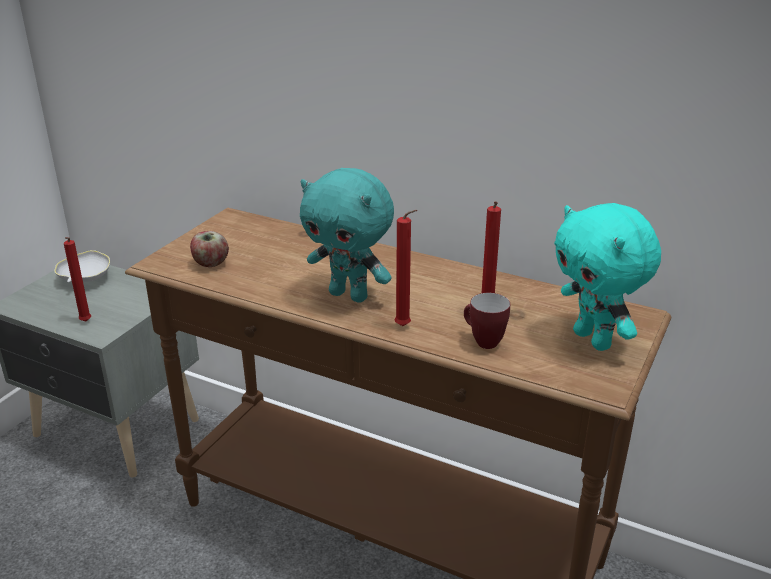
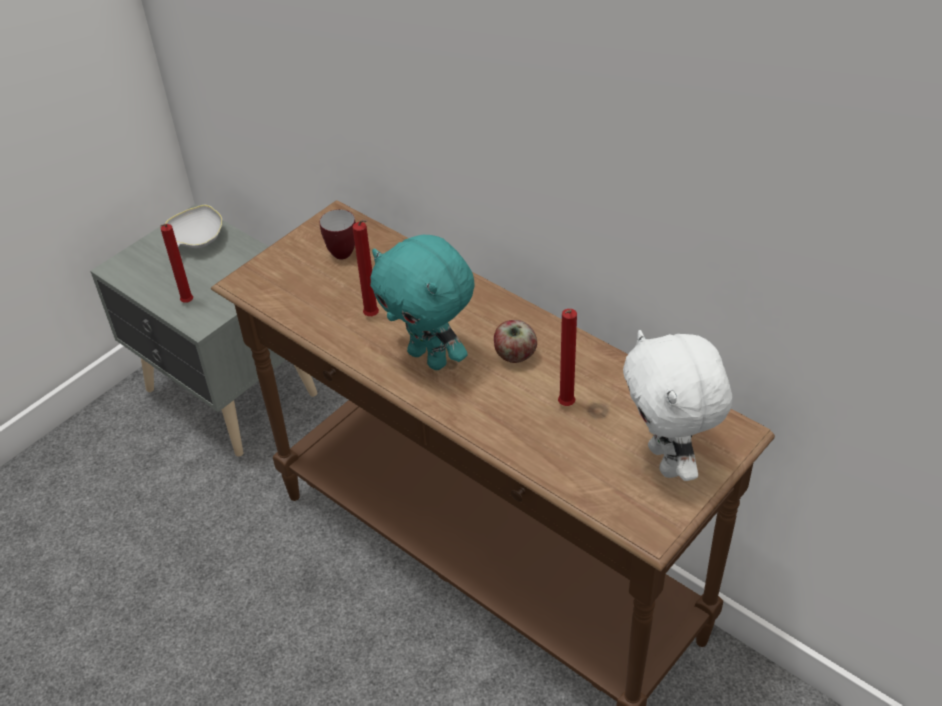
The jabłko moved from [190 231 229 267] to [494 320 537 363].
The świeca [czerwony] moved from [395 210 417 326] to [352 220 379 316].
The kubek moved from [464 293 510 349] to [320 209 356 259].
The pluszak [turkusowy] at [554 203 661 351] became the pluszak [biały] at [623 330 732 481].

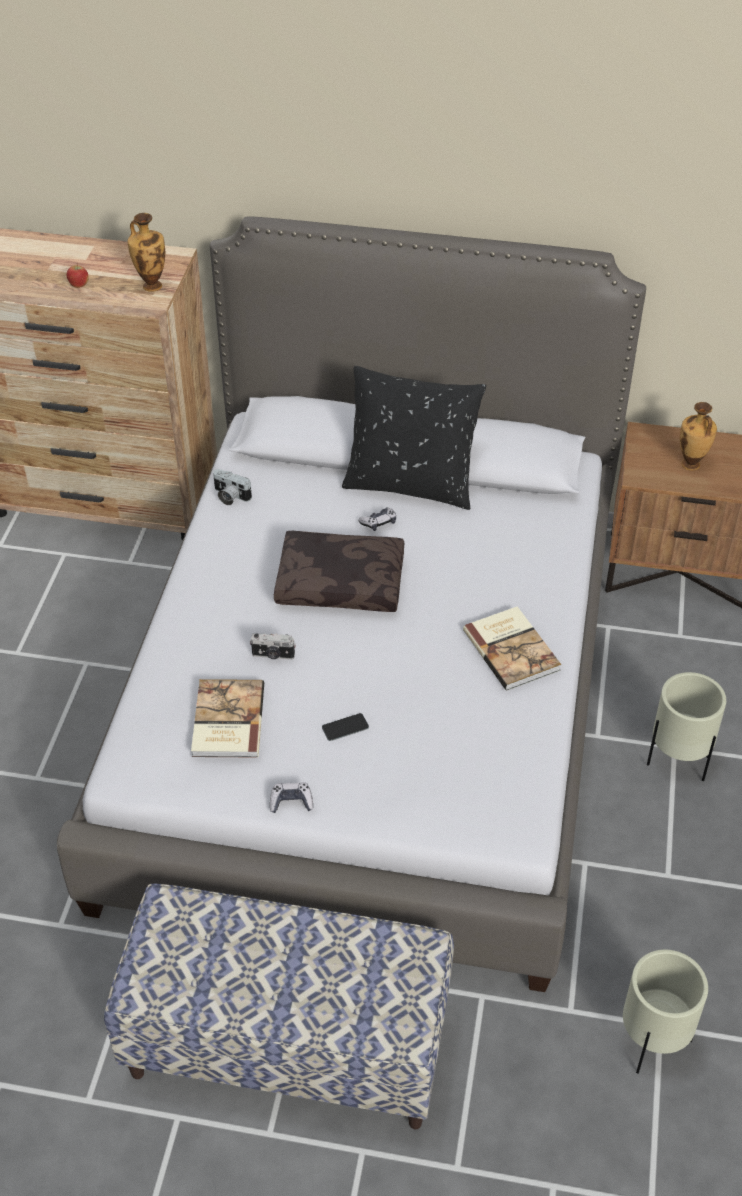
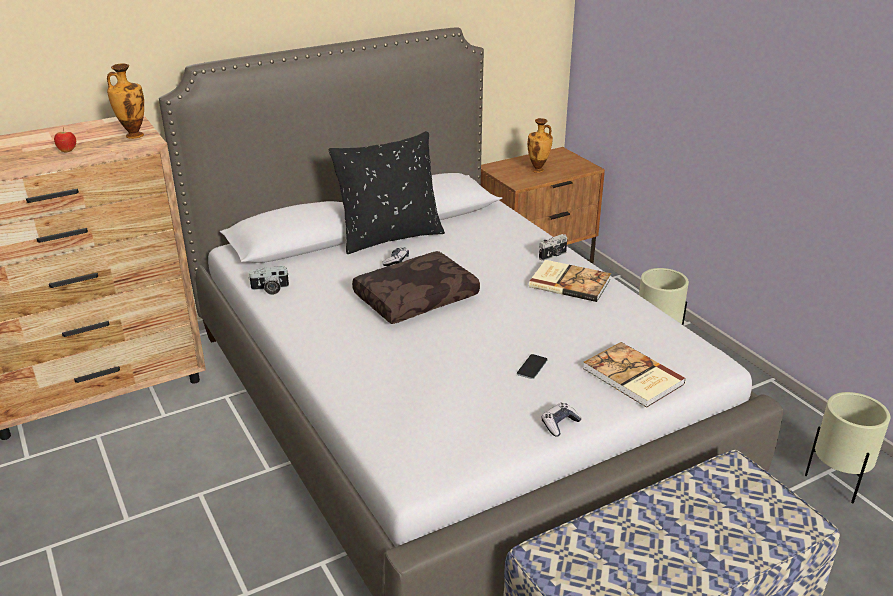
The książka moved from [191 679 264 758] to [583 342 686 408].
The aparat fotograficzny moved from [250 633 296 660] to [539 234 567 261].

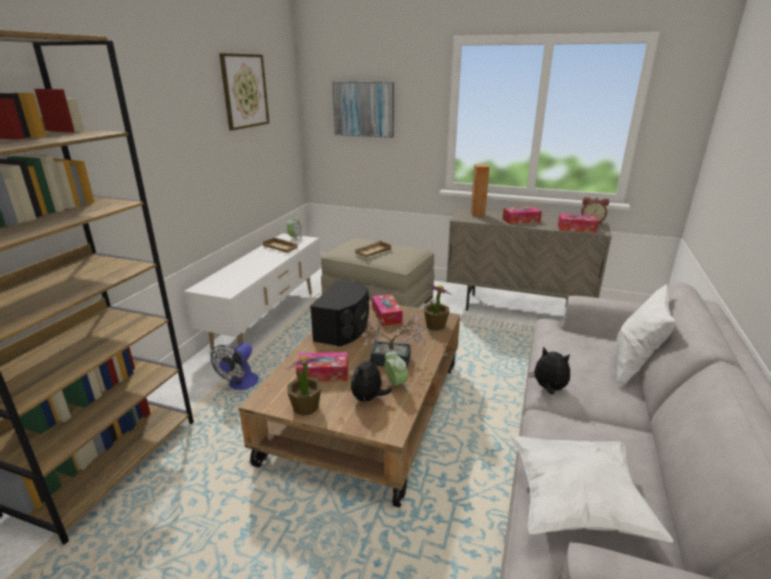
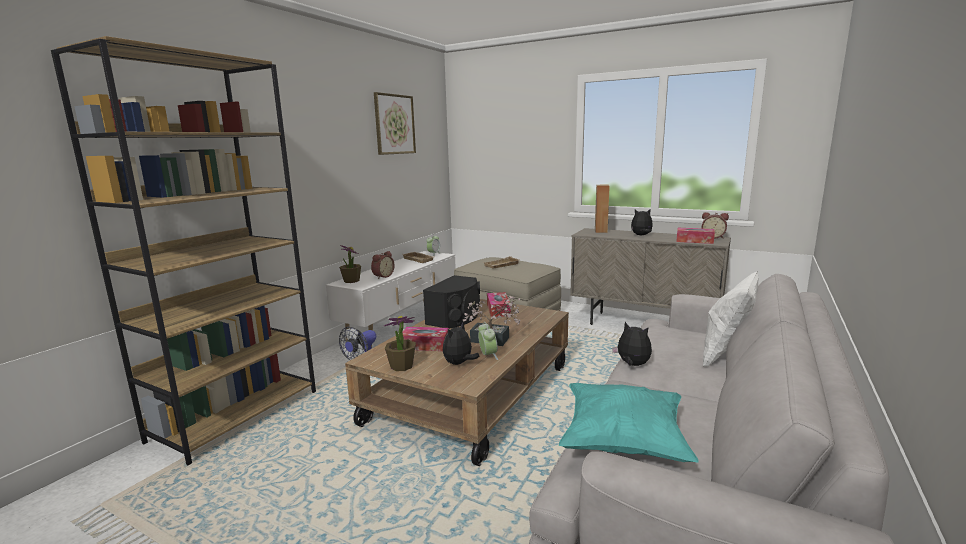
The obraz at [332 81 394 138] disappeared.
The budzik at [371 251 395 279] appeared.
The roślina doniczkowa moved from [424 284 450 331] to [339 245 361 283].
The pudełko chusteczek at [503 207 542 224] was replaced by the pluszak at [631 209 653 235].
The poduszka [biały] at [509 435 674 542] became the poduszka [turkusowy] at [559 383 699 463].

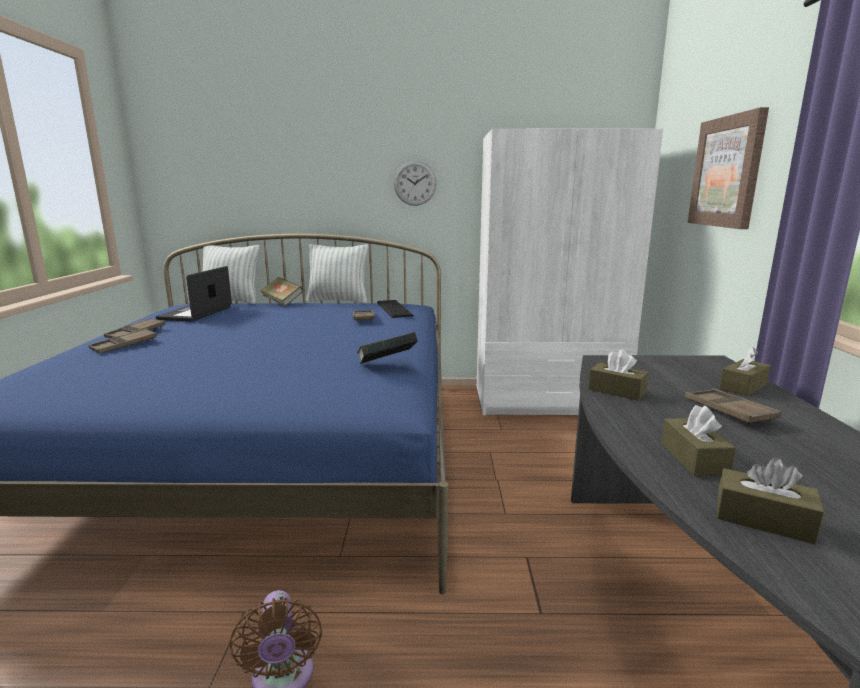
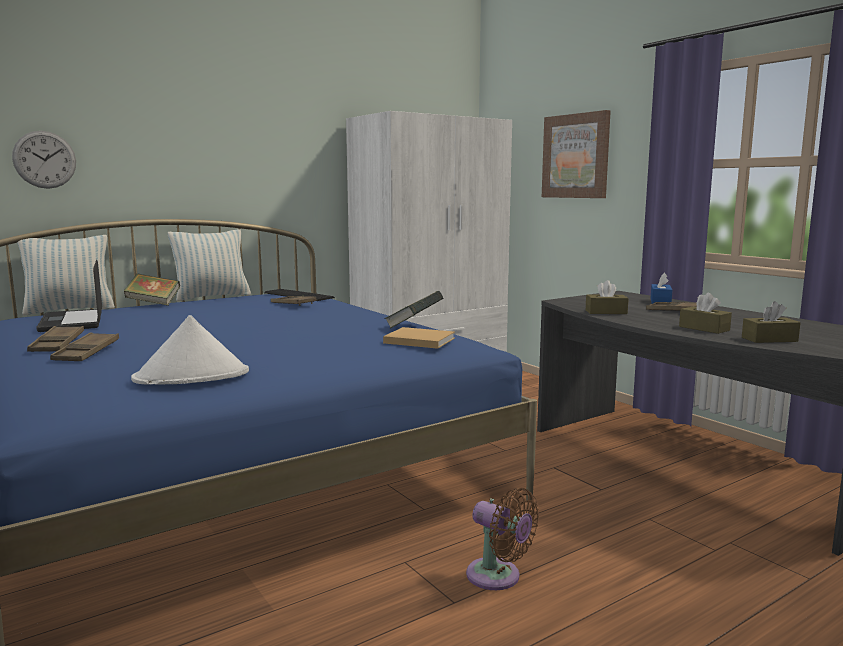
The kapelusz [biały] at [131 315 249 385] appeared.
The książka [beżowy] at [383 327 455 349] appeared.
The zegar ścienny moved from [394 161 437 206] to [12 131 76 189].
The pudełko chusteczek [brązowy] at [719 347 771 396] became the pudełko chusteczek [niebieski] at [651 273 672 304].

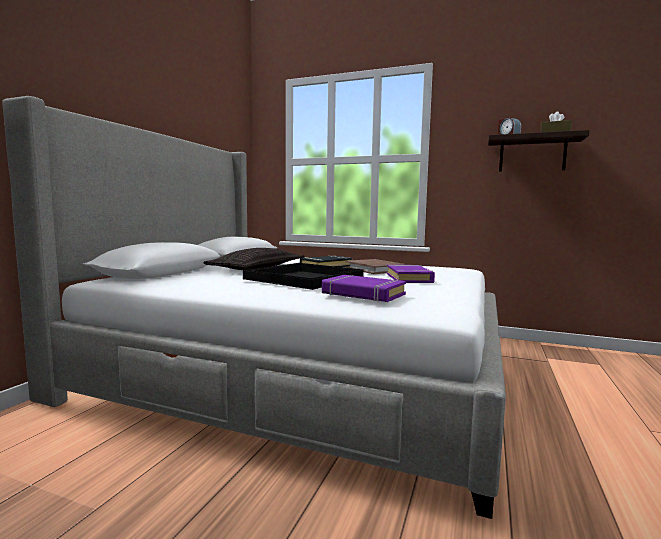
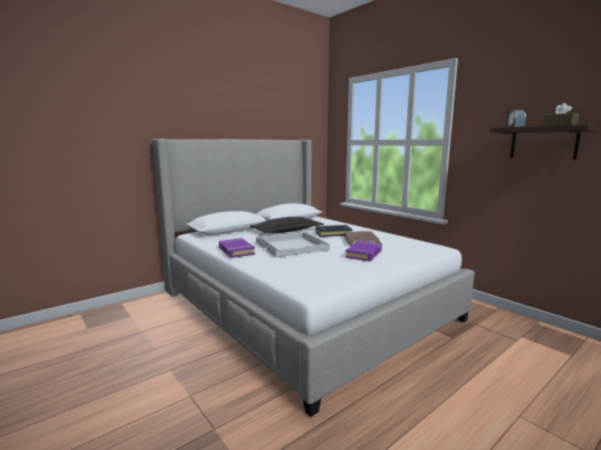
The książka [fioletowy] moved from [322 275 406 302] to [219 238 255 258].
The taca [czarny] at [243 263 364 290] became the taca [biały] at [256 232 330 257].

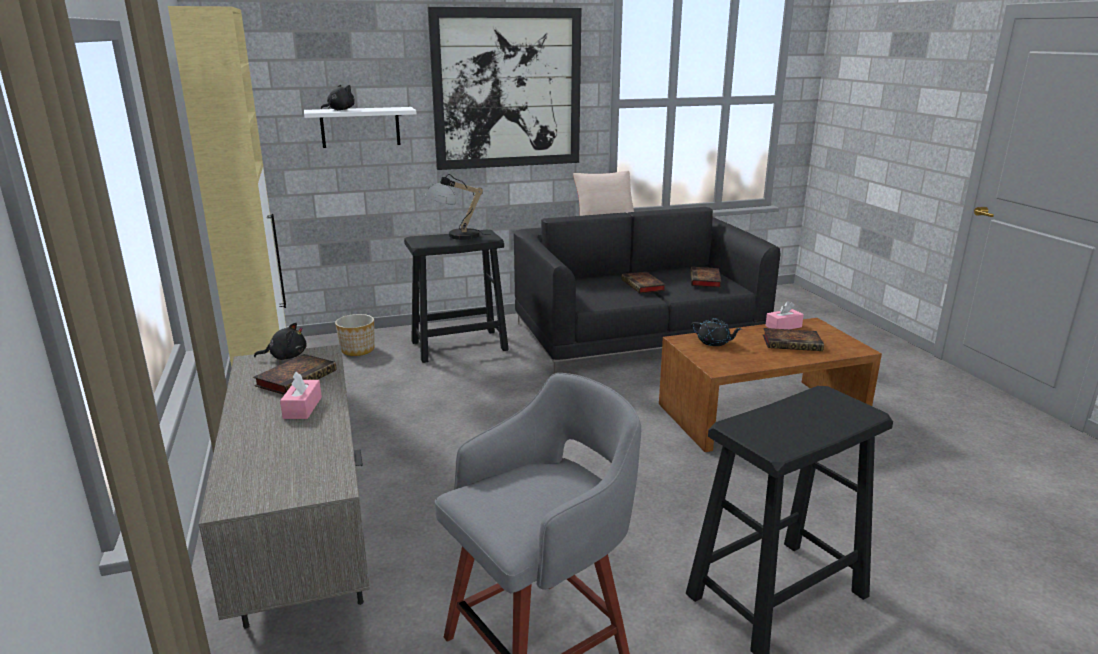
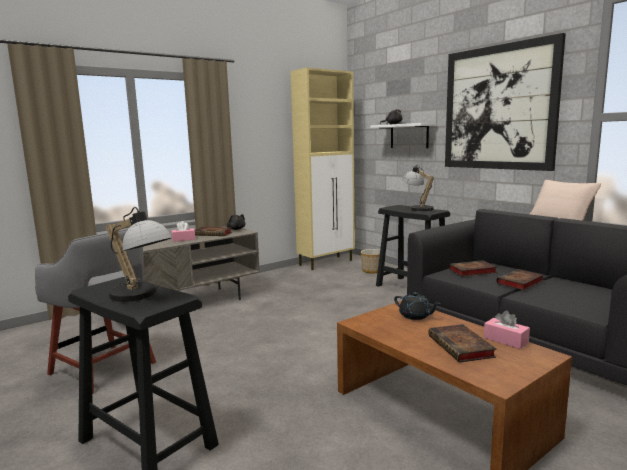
The lampa stołowa at [106 207 172 302] appeared.
The książka moved from [691 267 721 288] to [449 261 497 277].
The imbryk [czarny] at [691 318 742 346] turned 60 degrees counterclockwise.

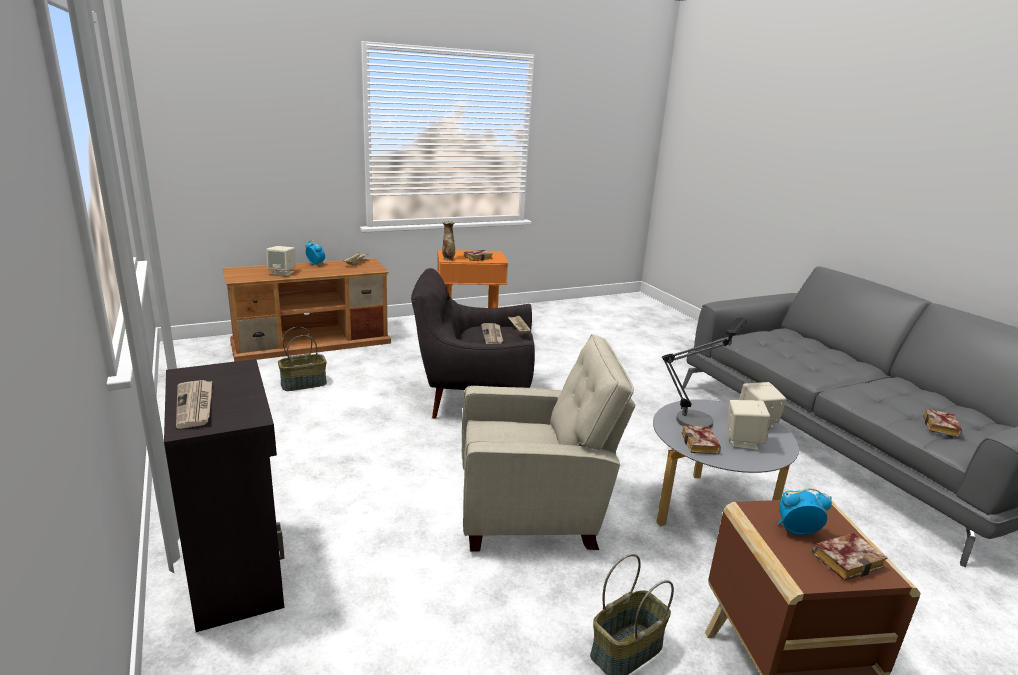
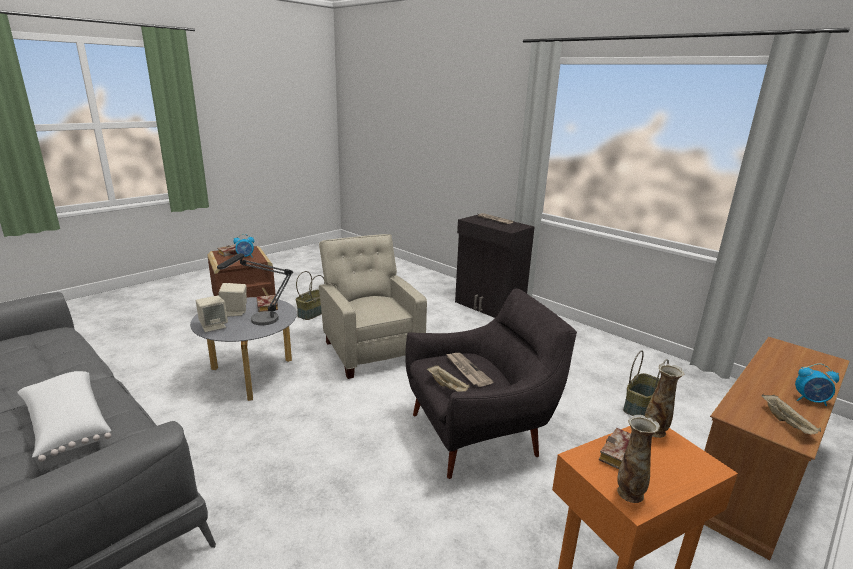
The głośnik [beżowy] at [266 246 296 276] disappeared.
The książka at [923 409 962 437] disappeared.
The poduszka [biały] at [17 371 111 462] appeared.
The wazon at [617 415 660 503] appeared.
The fotel [beżowy] at [462 334 635 552] turned 90 degrees clockwise.

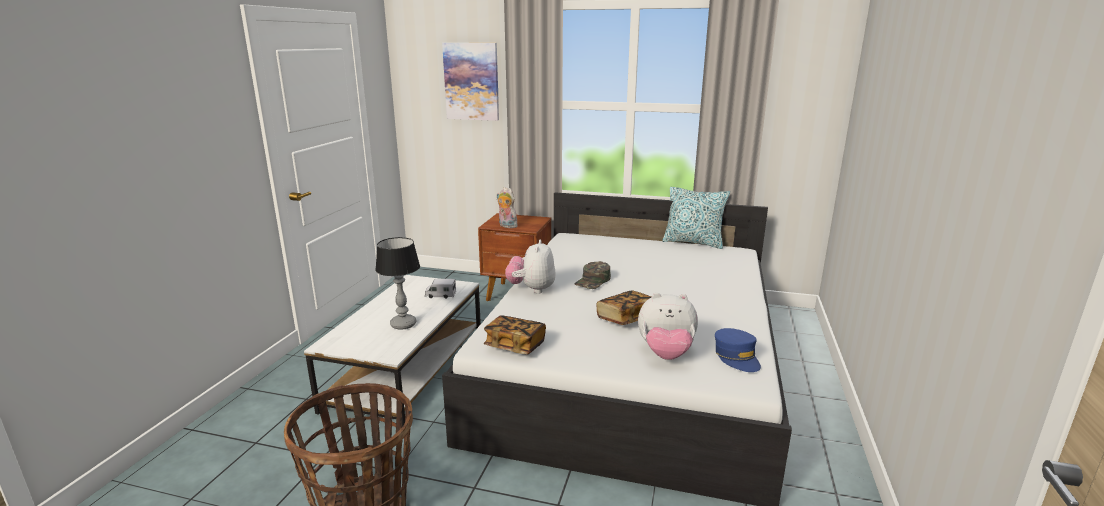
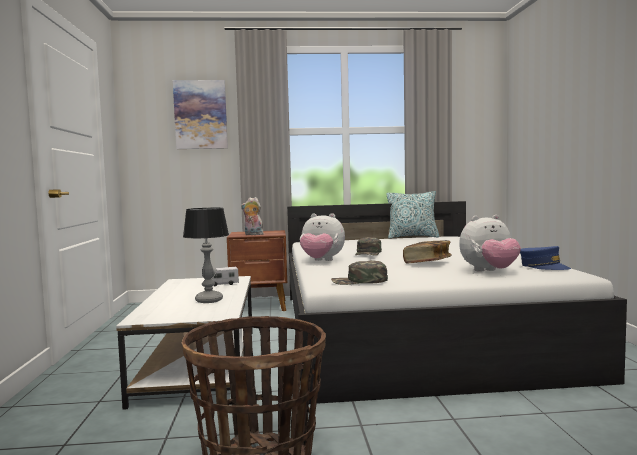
The książka at [484 315 546 355] was replaced by the czapka z daszkiem [zielony] at [331 260 388 285].
The pluszak at [505 240 556 294] turned 60 degrees counterclockwise.

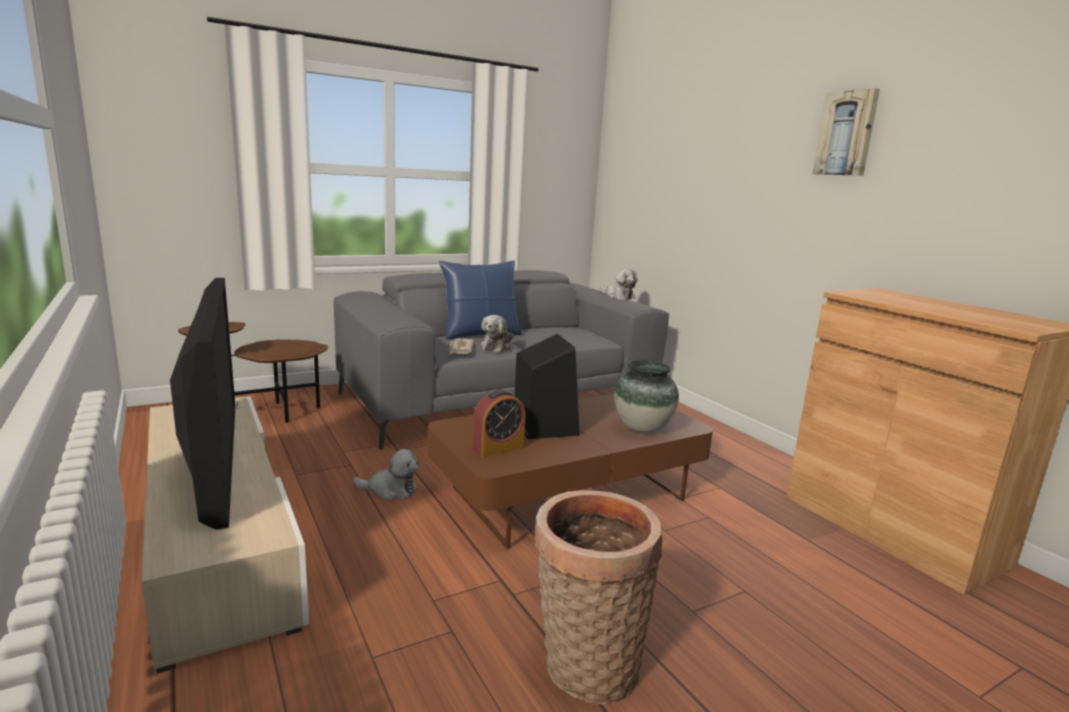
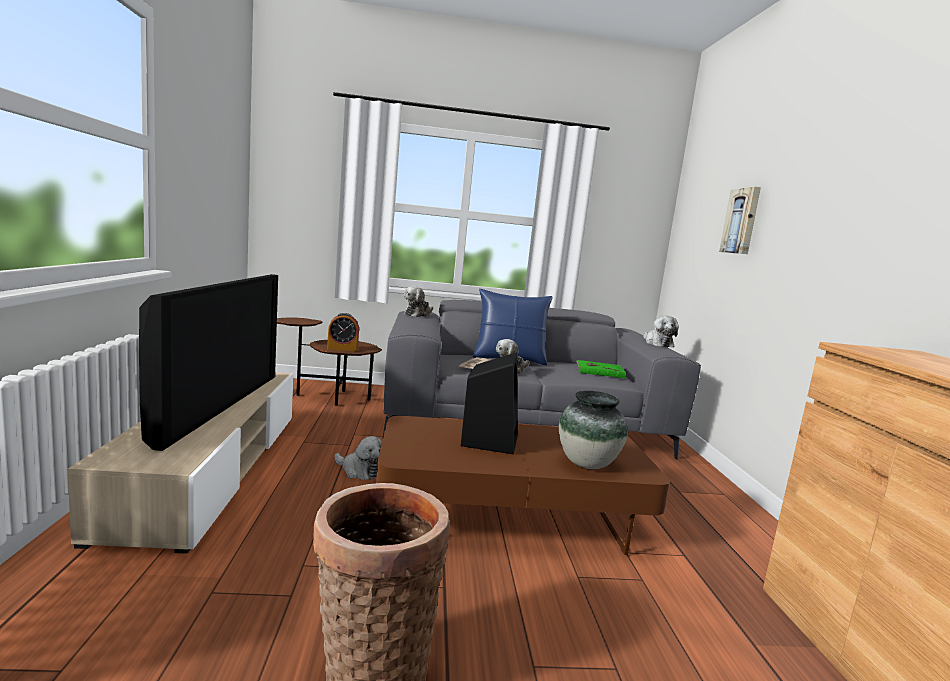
The pluszak at [404 286 433 317] appeared.
The książka [zielony] at [576 360 626 378] appeared.
The budzik moved from [472 390 526 457] to [327 313 359 351].
The obraz moved from [812 88 880 176] to [719 187 761 254].

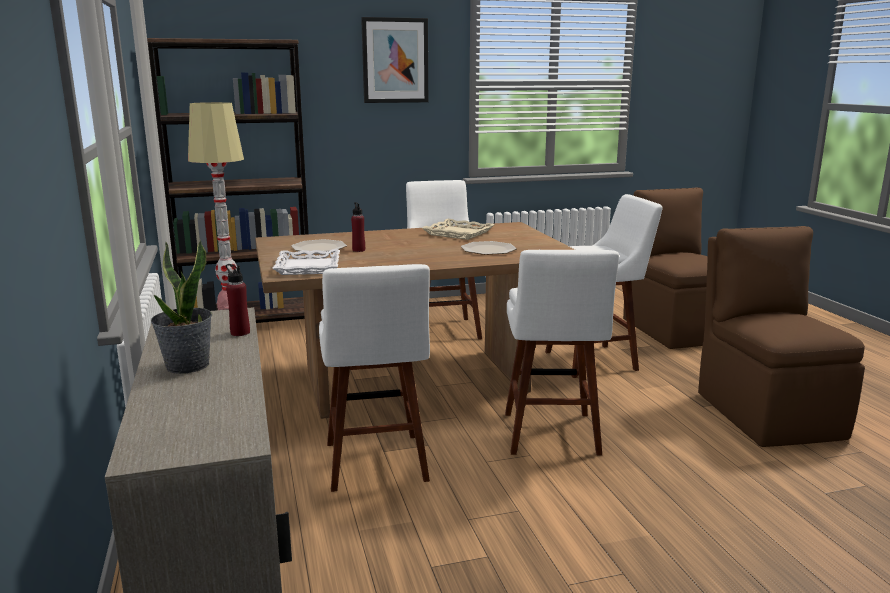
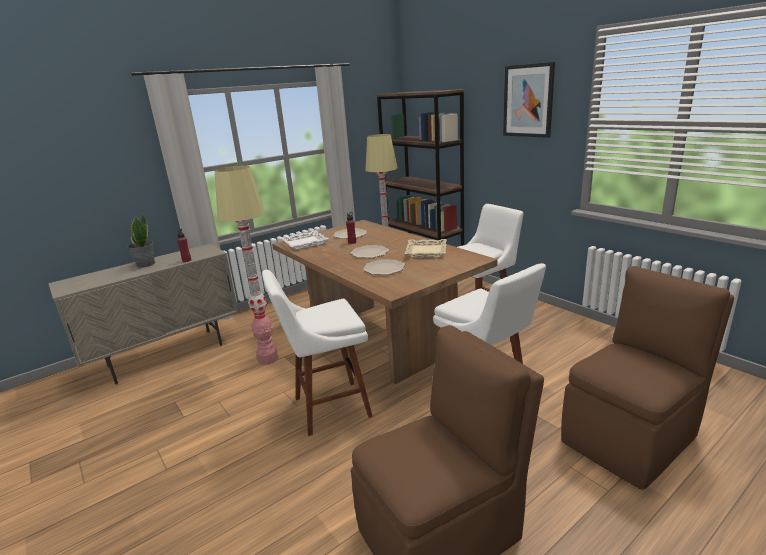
The talerz at [350 245 389 258] appeared.
The stołek [biały] at [319 264 430 492] was replaced by the lampa stojąca at [215 166 278 365].

